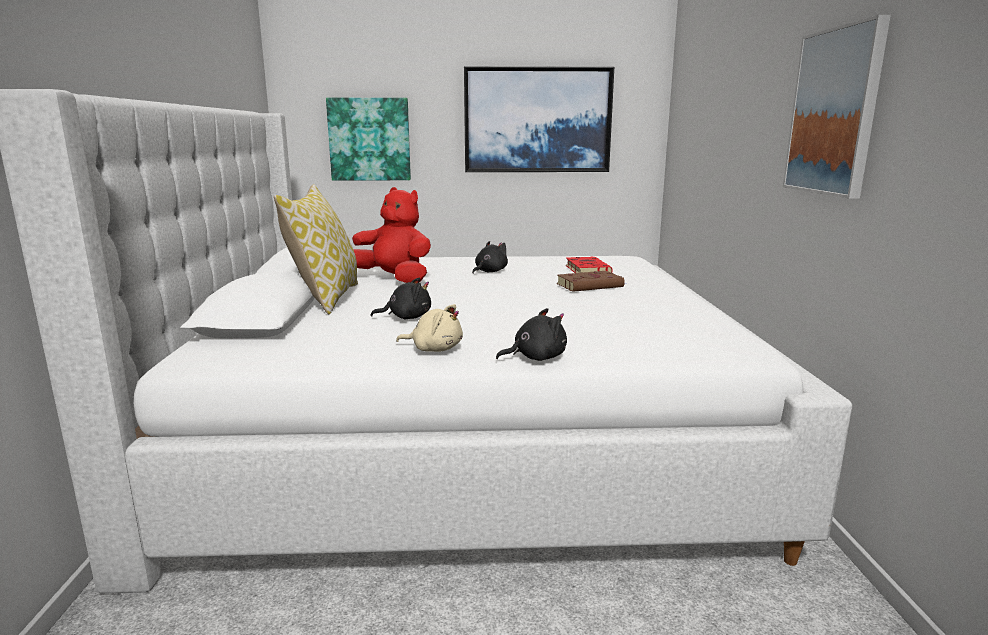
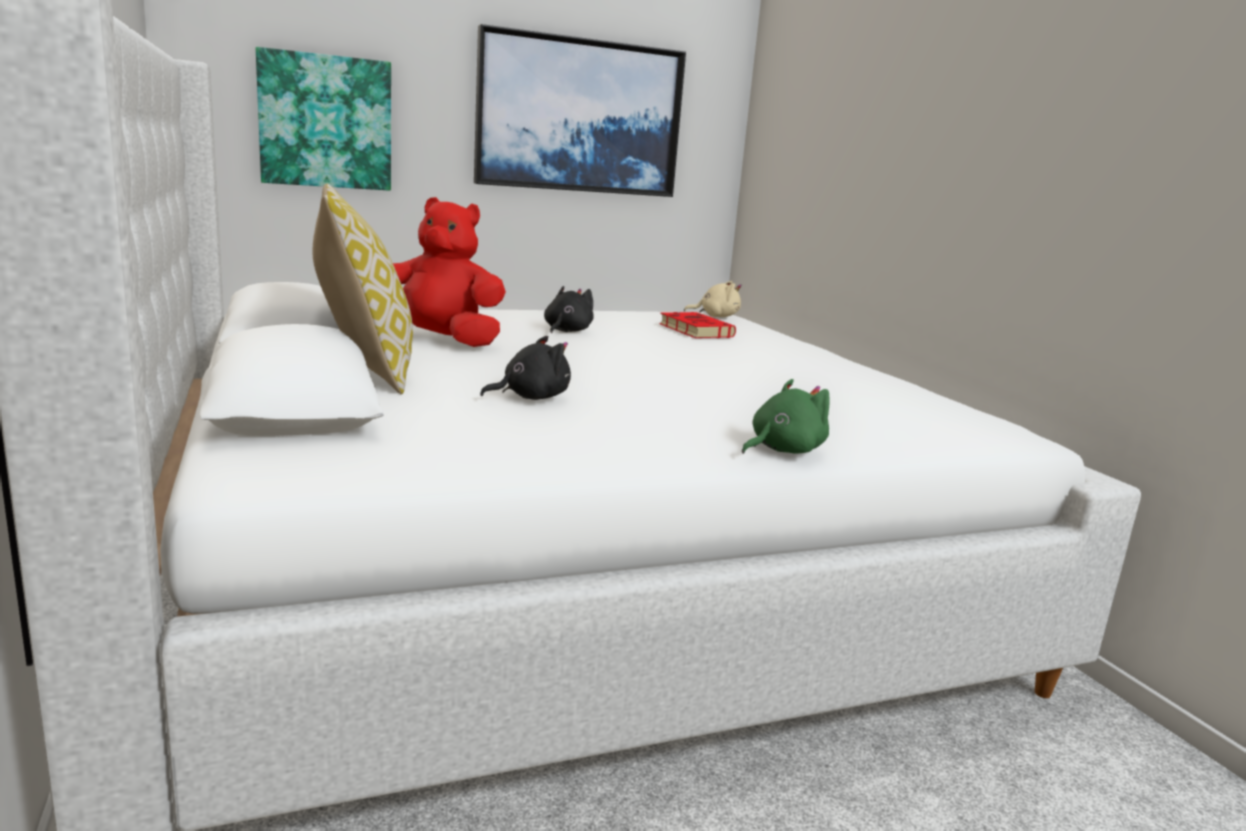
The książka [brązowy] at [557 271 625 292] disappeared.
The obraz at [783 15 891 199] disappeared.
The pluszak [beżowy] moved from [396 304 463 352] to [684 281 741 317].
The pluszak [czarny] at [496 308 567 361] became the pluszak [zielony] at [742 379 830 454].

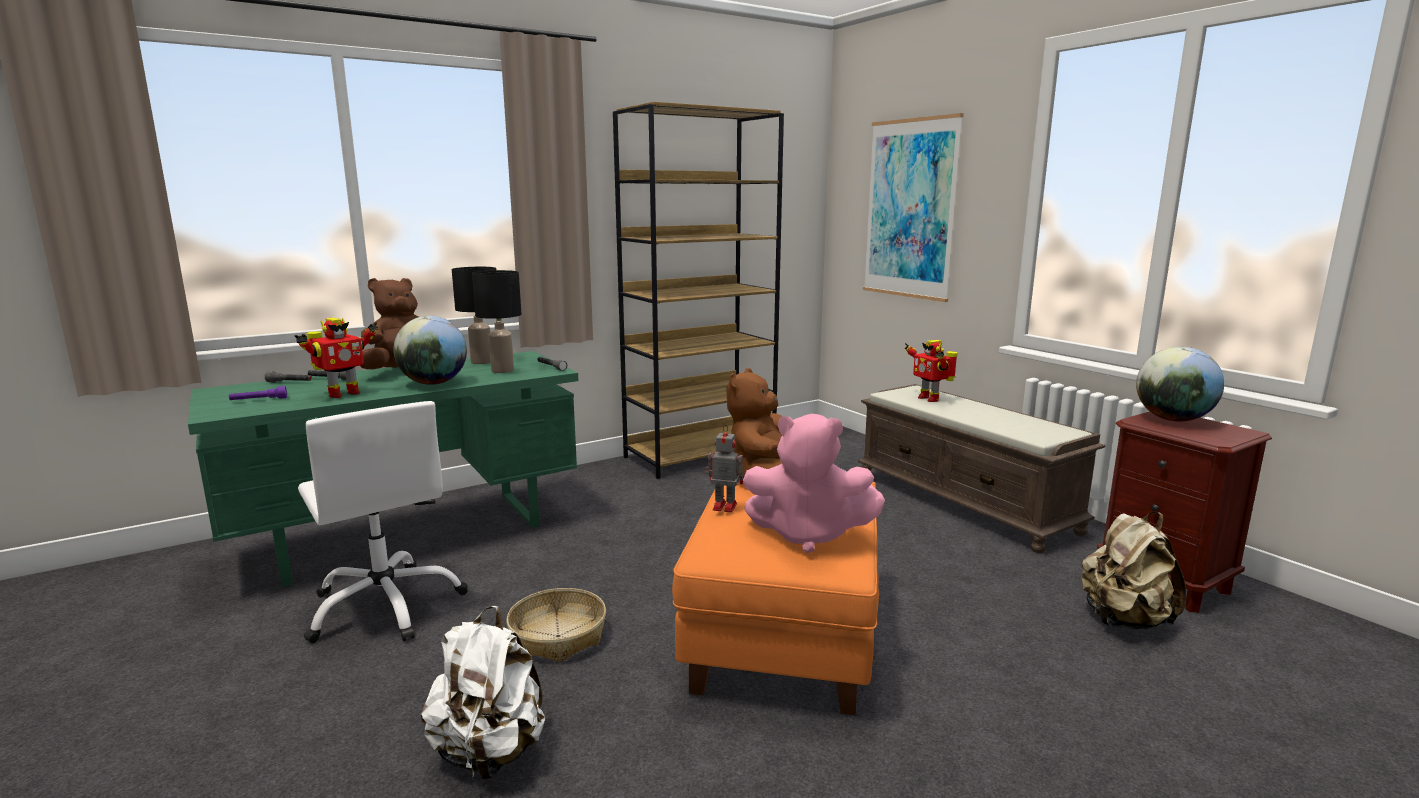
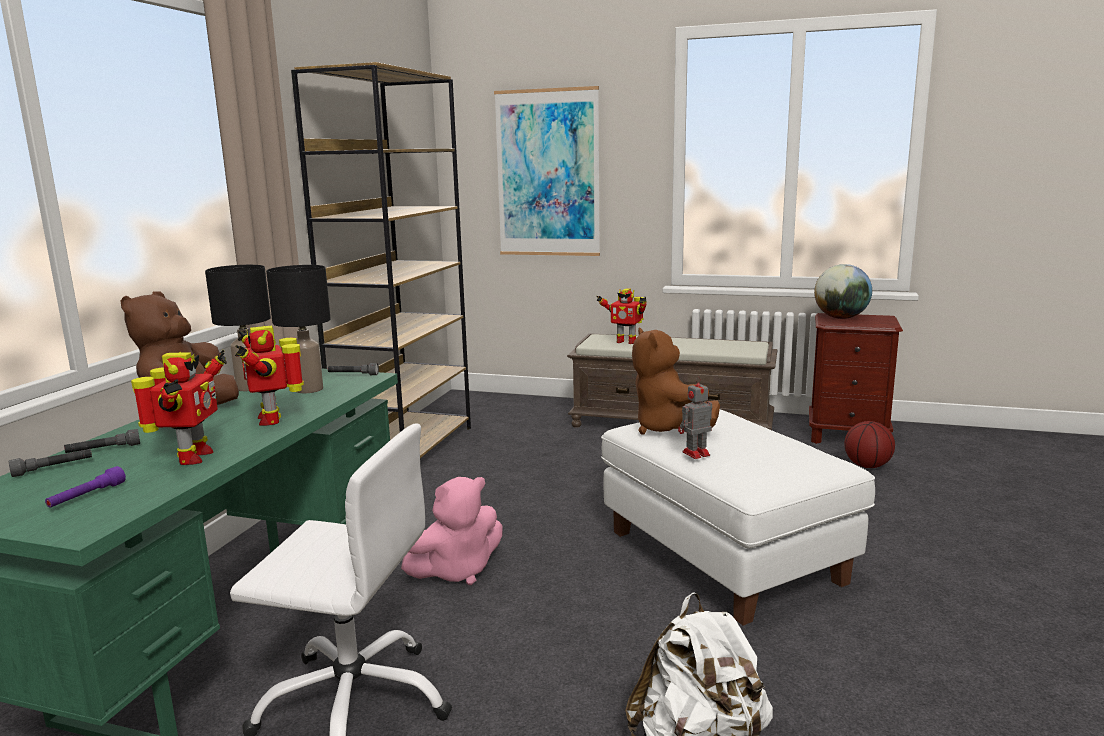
The koszyk at [506 588 606 662] disappeared.
The pluszak [różowy] moved from [743 414 885 553] to [401 477 503 585].
The globus at [394 316 467 385] was replaced by the robot zabawkowy at [235 326 304 426].
The plecak [beżowy] at [1081 512 1186 630] was replaced by the piłka do koszykówki at [844 421 895 468].
The pufa [pomarańczowy] at [672 480 879 716] became the pufa [biały] at [601 409 875 626].

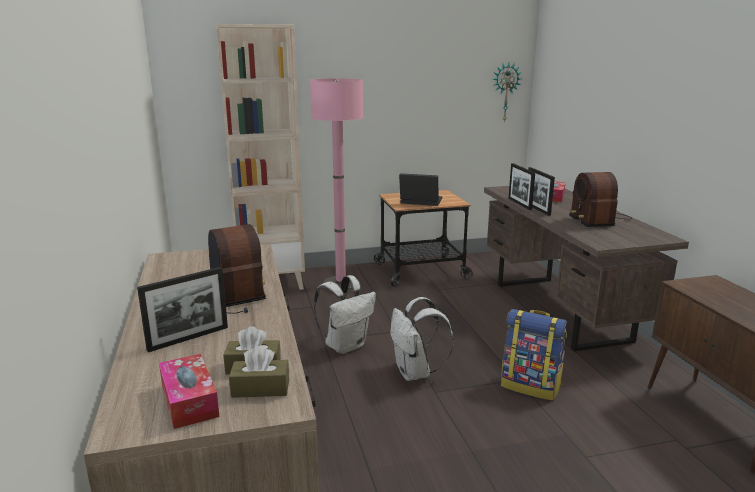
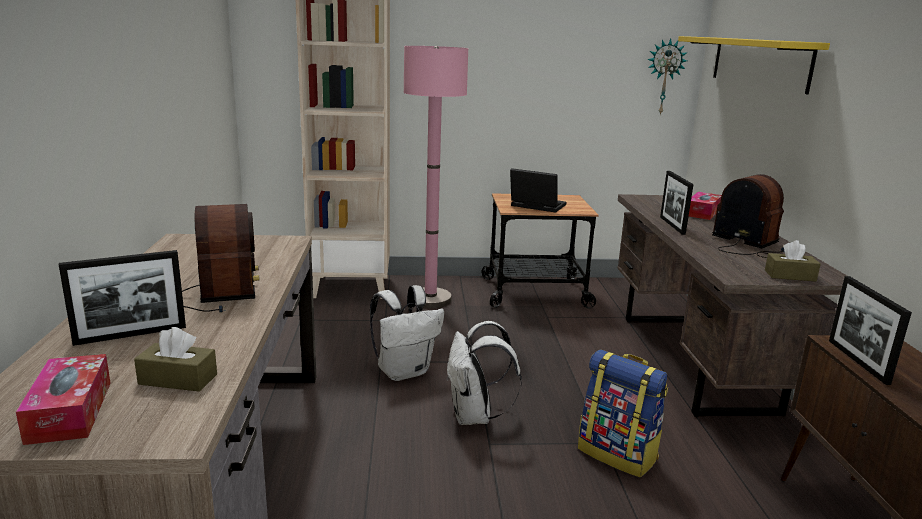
The półka [żółty] at [678 36 830 94] appeared.
The pudełko chusteczek [brązowy] moved from [229 346 289 398] to [765 240 821 282].
The ramka na zdjęcie moved from [508 163 535 210] to [829 276 912 385].
The radio at [569 172 632 227] turned 135 degrees clockwise.

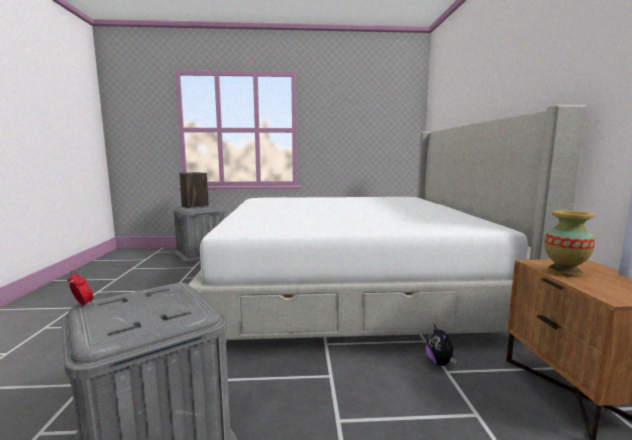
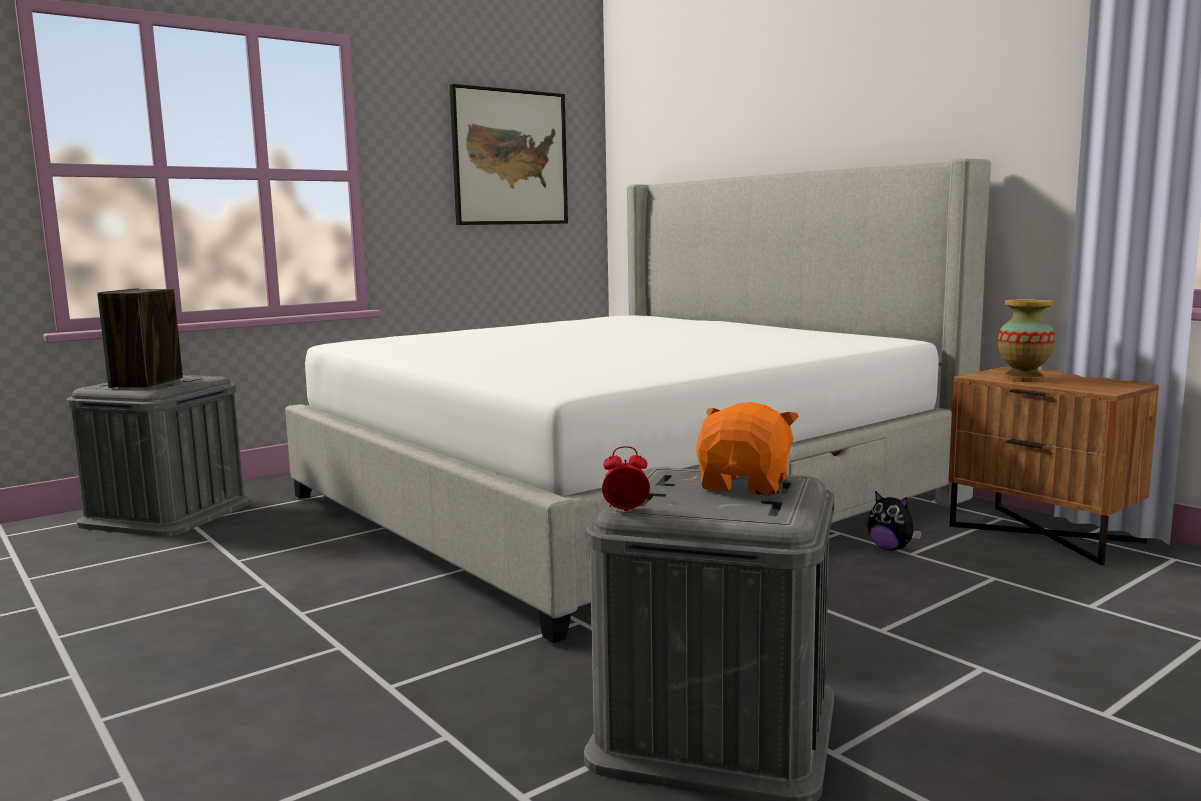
The obraz at [450 84 568 225] appeared.
The pluszak [pomarańczowy] at [696 402 799 495] appeared.

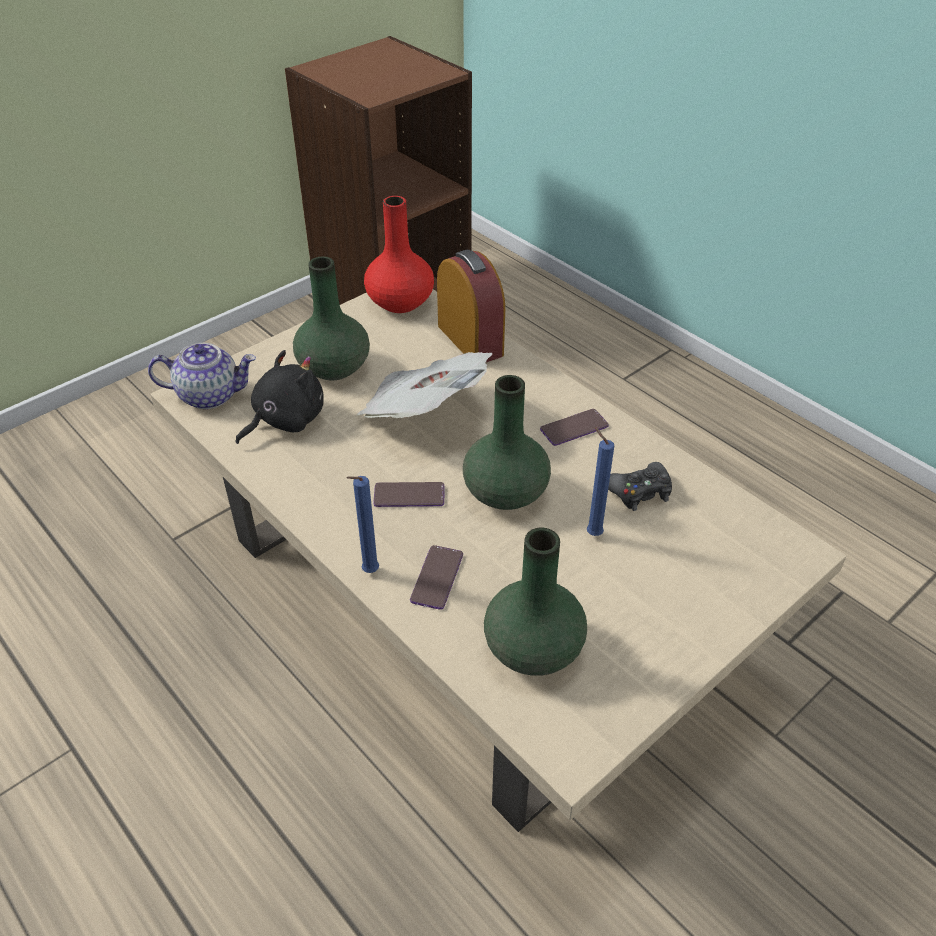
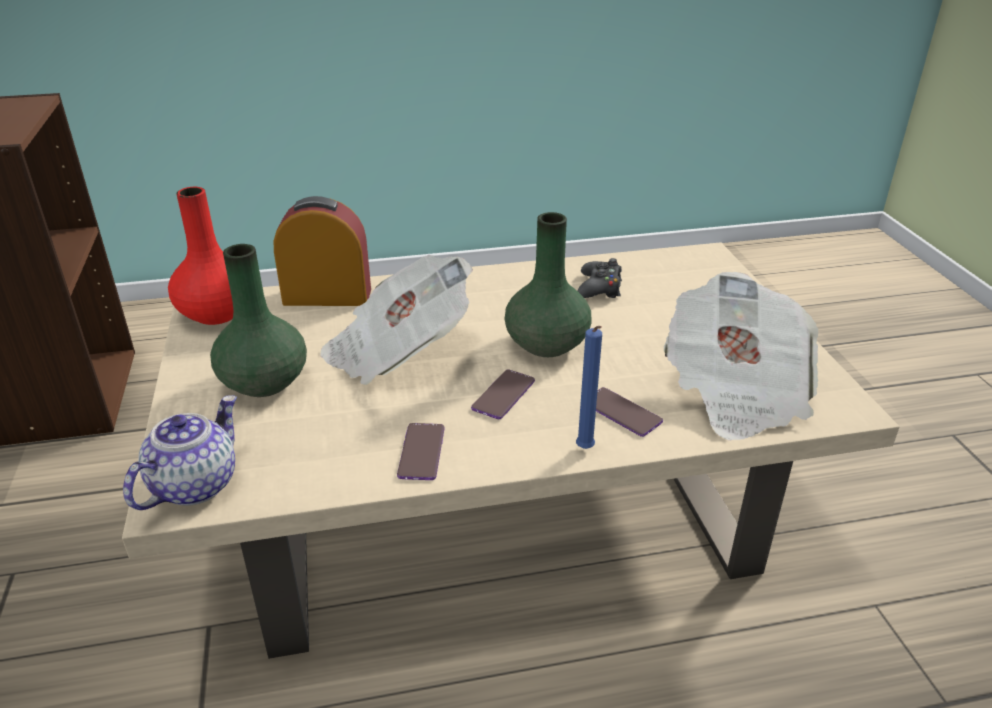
The pluszak [czarny] at [236 350 324 444] disappeared.
The świeca [niebieski] at [587 427 614 536] disappeared.
The telefon moved from [540 409 609 446] to [397 423 445 480].
The wazon [zielony] at [484 528 587 676] was replaced by the gazeta at [663 272 818 441].

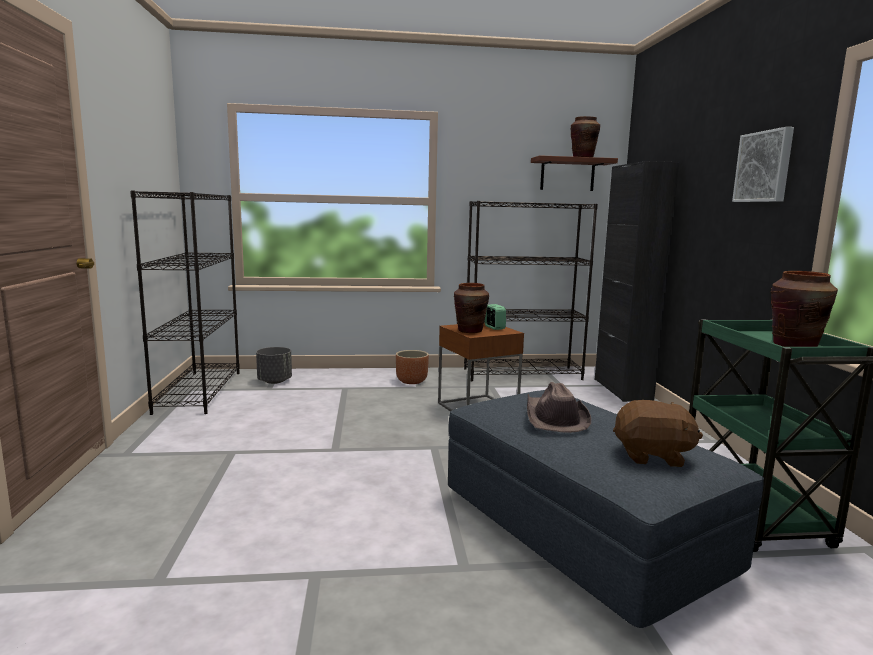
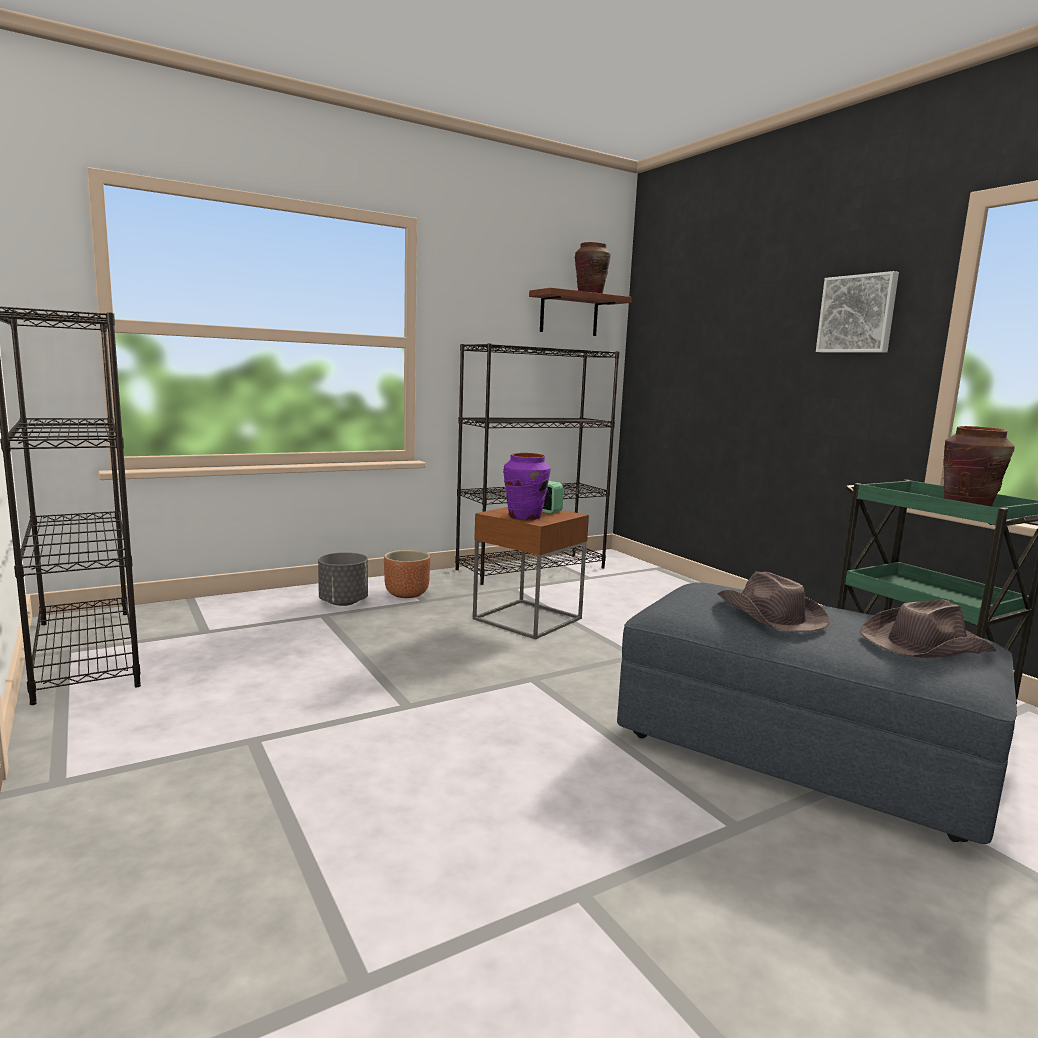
The szafka [czarny] at [595 161 679 402] disappeared.
The donica [szary] moved from [256 347 292 384] to [318 552 368 606].
The pluszak [brązowy] at [613 400 703 467] was replaced by the kapelusz [brązowy] at [860 599 997 658].
The wazon [brązowy] at [454 283 489 333] became the wazon [fioletowy] at [503 453 551 520].

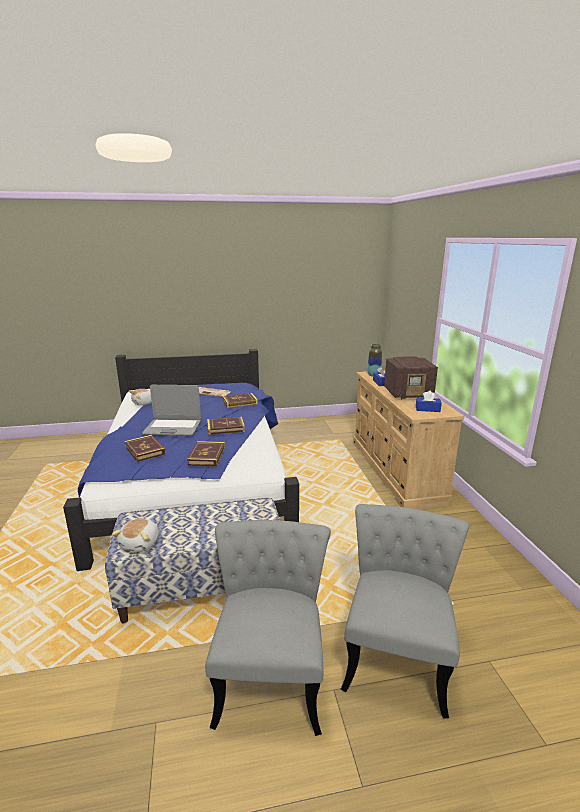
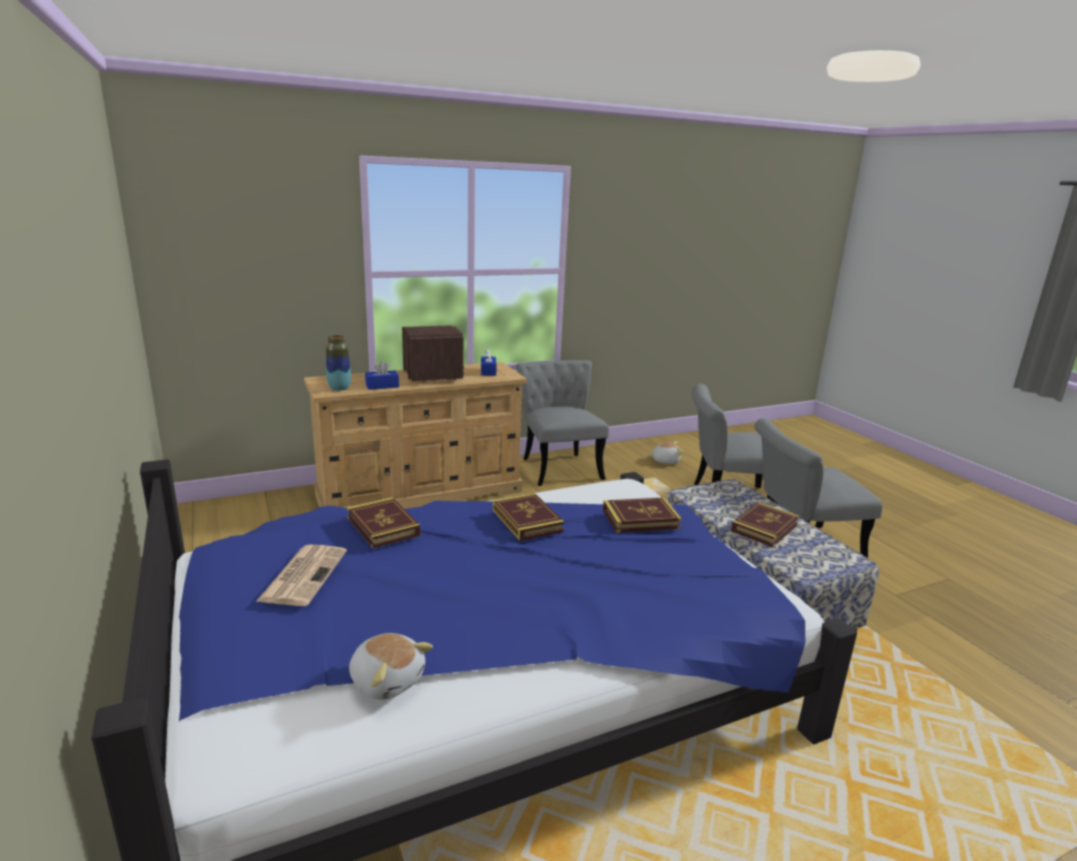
The laptop at [142 385 201 435] disappeared.
The krzesło [szary] at [516 360 609 486] appeared.
The pluszak moved from [112 519 159 552] to [649 441 684 464].
The książka moved from [124 435 166 462] to [731 502 800 547].

